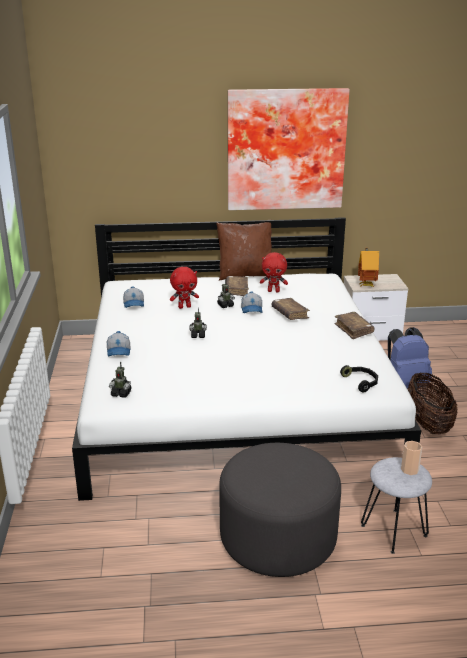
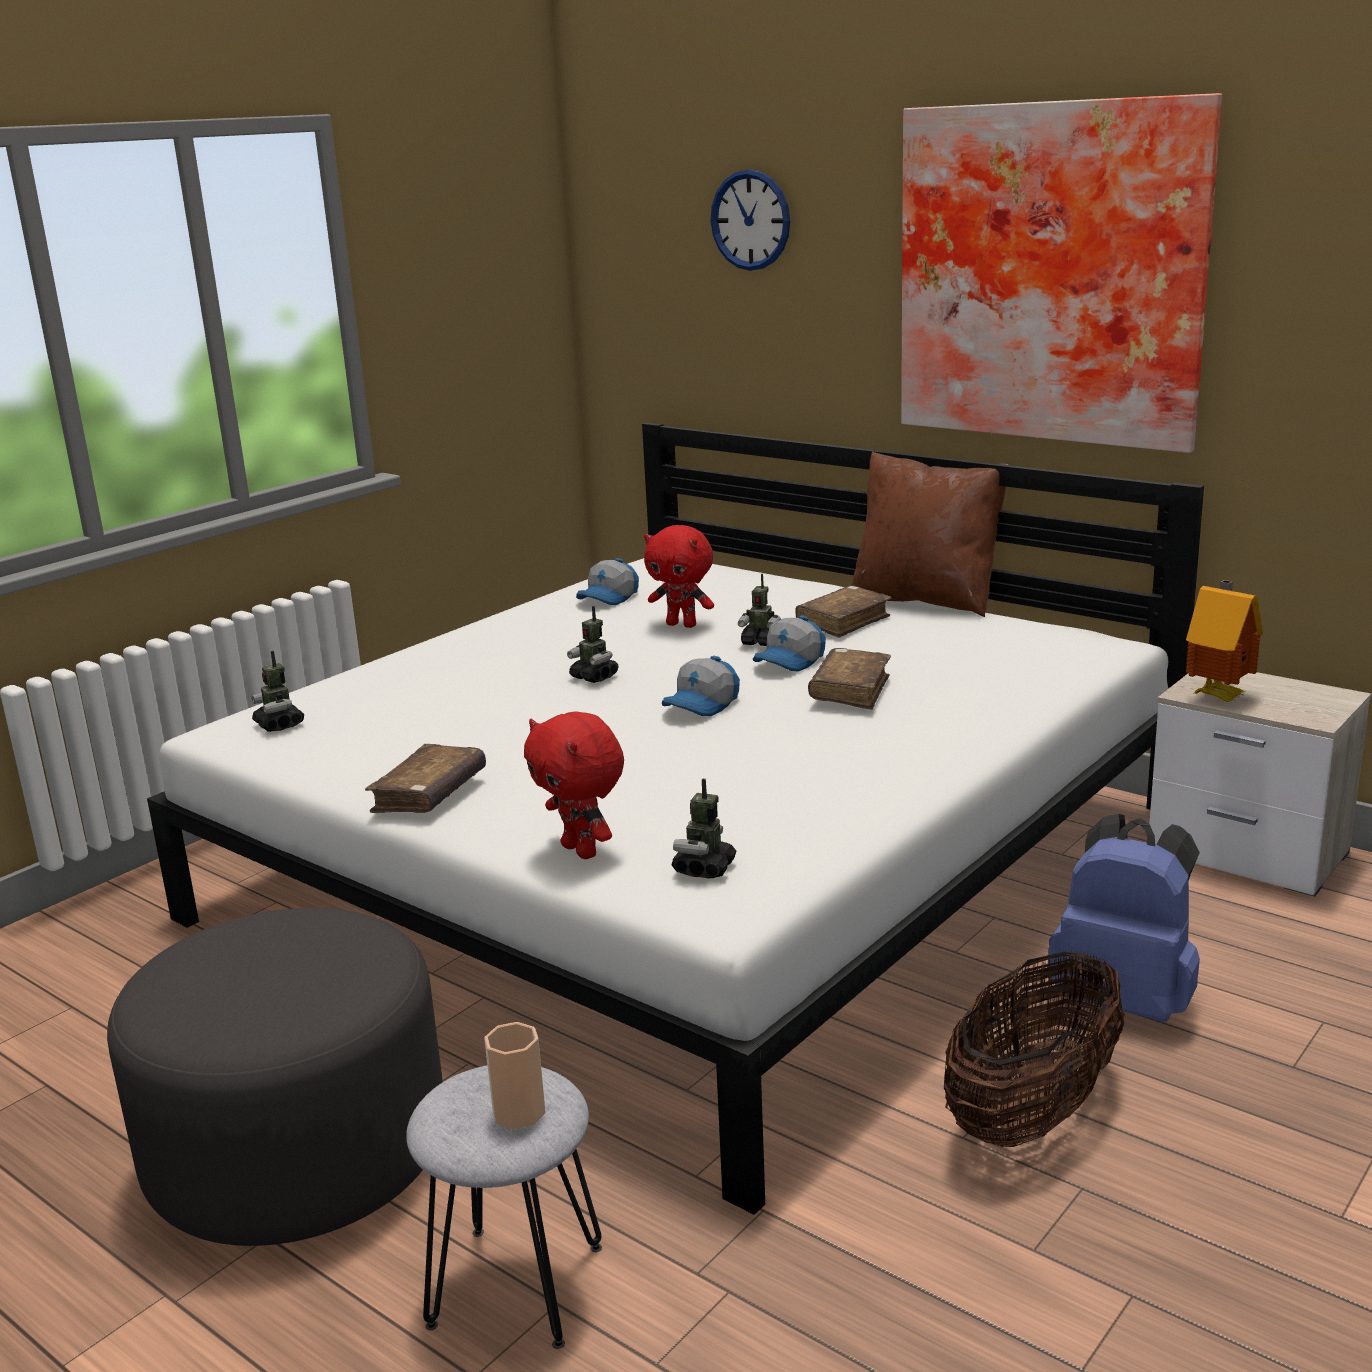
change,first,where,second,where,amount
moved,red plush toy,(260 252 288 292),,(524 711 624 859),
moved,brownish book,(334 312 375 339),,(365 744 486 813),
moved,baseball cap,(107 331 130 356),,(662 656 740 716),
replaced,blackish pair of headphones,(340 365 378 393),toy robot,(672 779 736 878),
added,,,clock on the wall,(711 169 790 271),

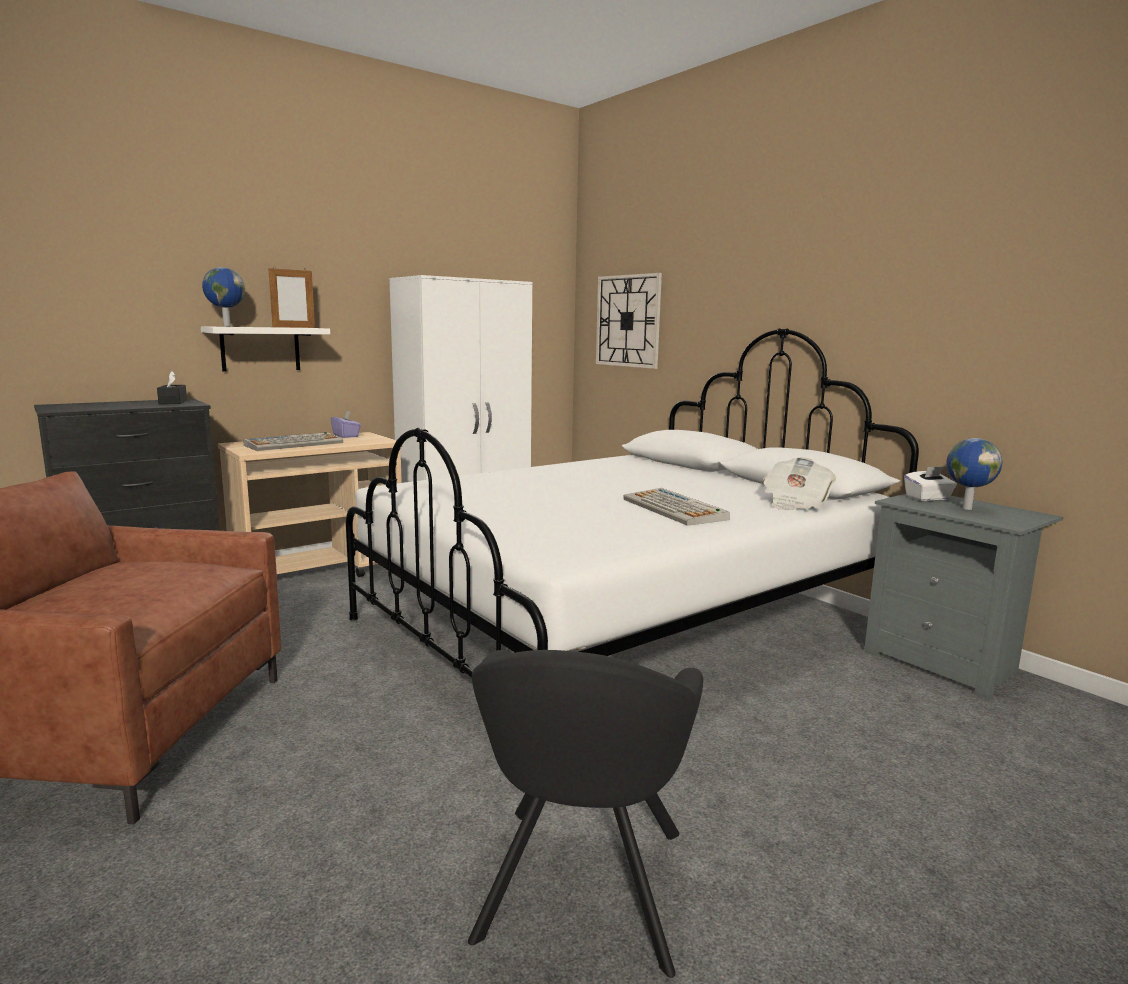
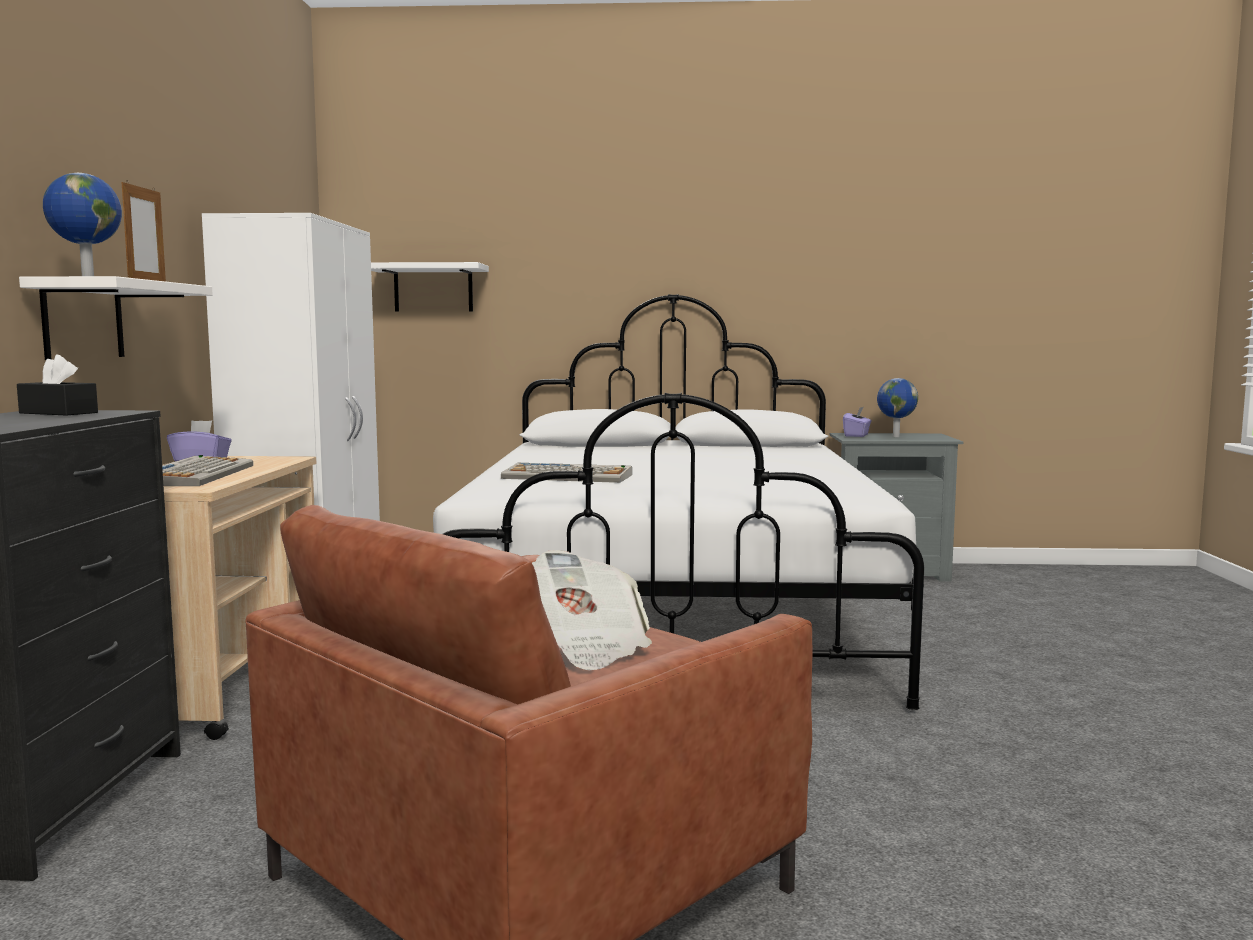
change,first,where,second,where,amount
replaced,clock on the wall,(596 273 662 369),white-coloured wall shelf,(371 262 489 312),
moved,newspaper,(763 457 836 510),,(532 550 652 671),
recoloured,white-coloured tissue holder,(904 467 957 501),purple tissue holder,(843 407 871 437),
moved,PC keyboard,(623 488 730 526),,(501 463 632 483),
removed,blackish easy chair,(468 650 703 978),,,

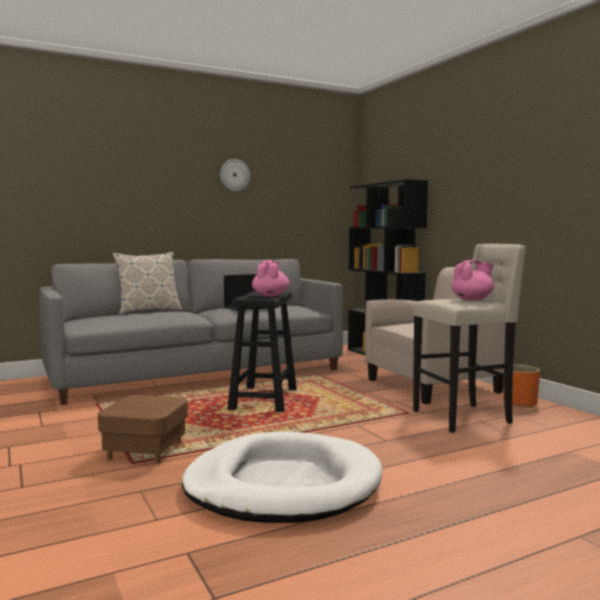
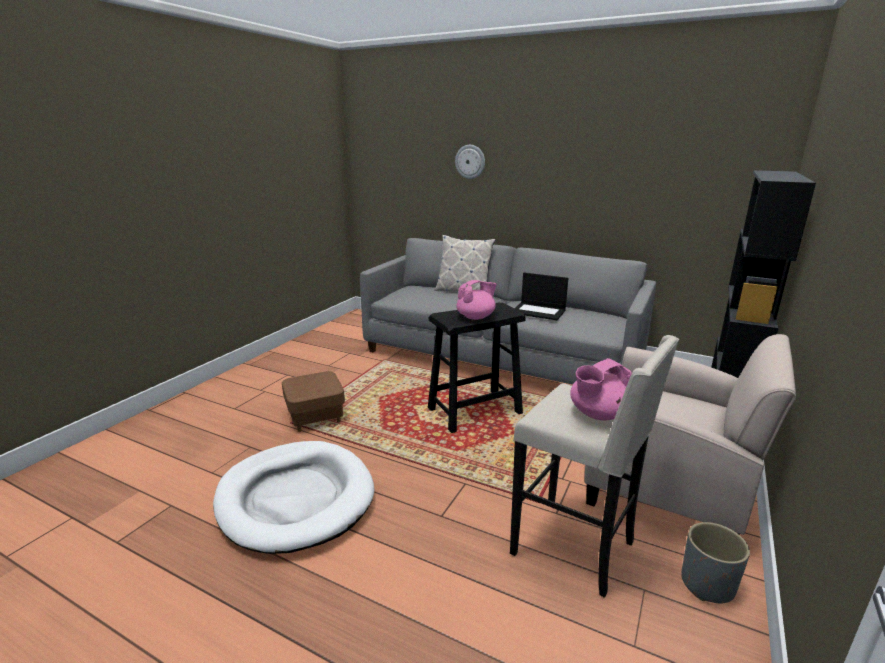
change,first,where,second,where,amount
moved,clock on the wall,(220 159 250 191),,(455 145 485 179),
turned,pink teapot,(451 260 494 300),,(570 358 632 420),120 degrees clockwise
recoloured,orangey plant pot,(503 365 540 408),gray plant pot,(681 522 750 603),

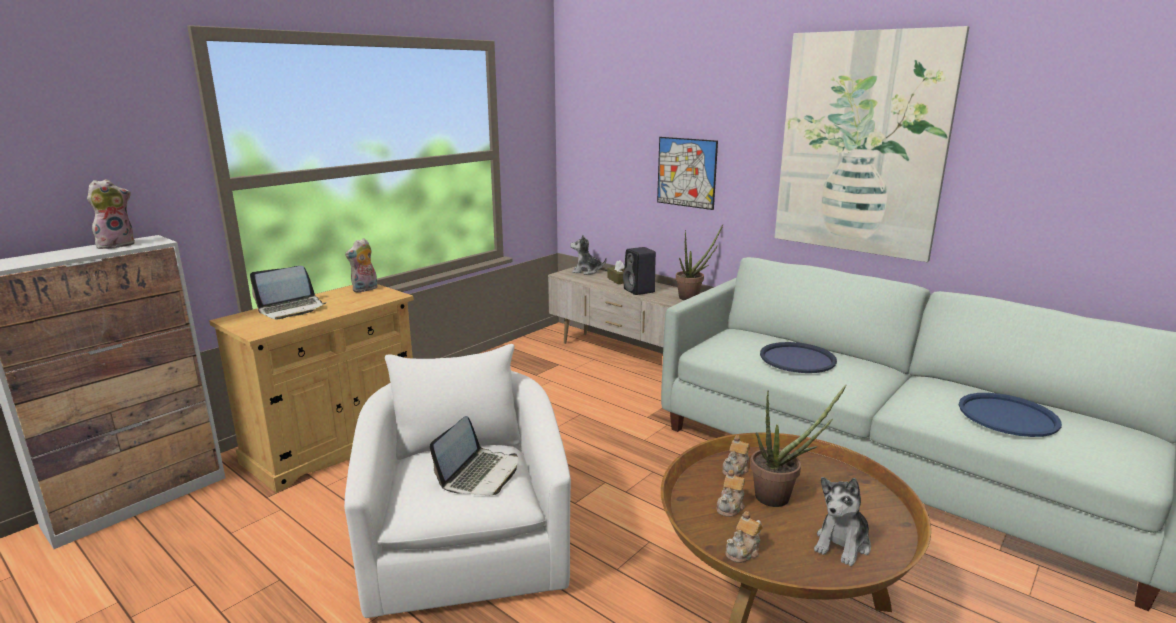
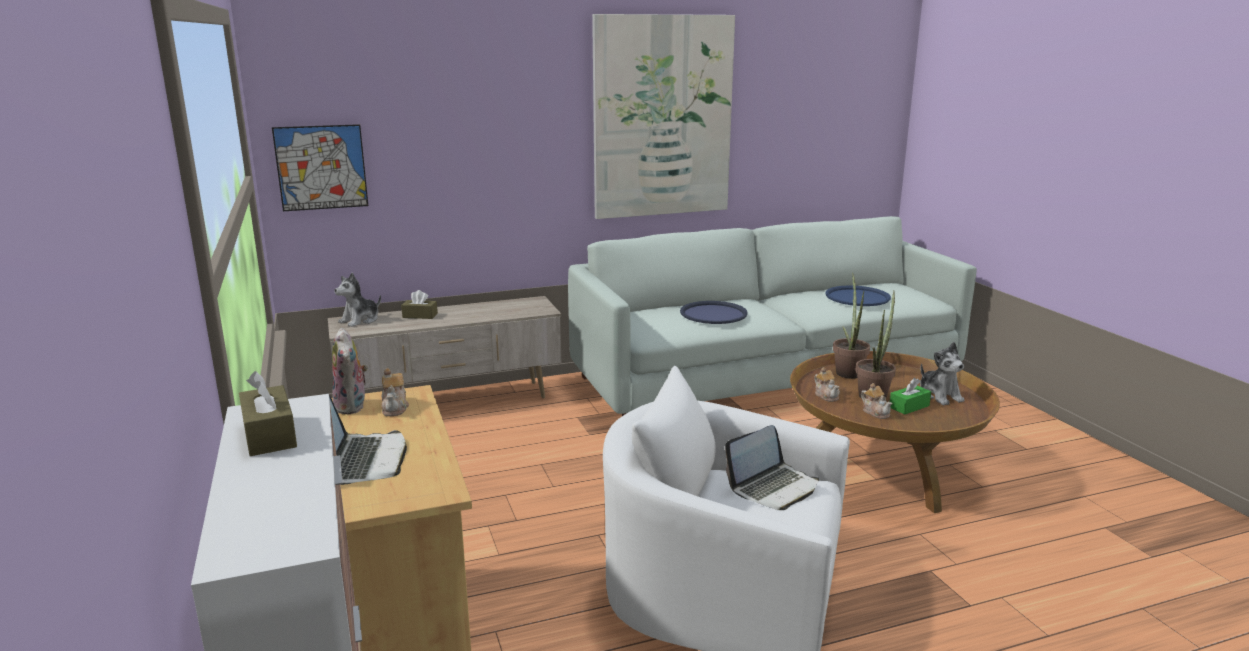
change,first,where,second,where,amount
moved,wall art,(657 137 718 210),,(272 124 368 211),
replaced,plush toy,(87 179 135 249),brownish tissue holder,(239 371 297 456),
moved,plant in a pot,(676 224 723 300),,(833 273 870 379),
removed,blackish audio speaker,(623 247 656 295),,,
turned,laptop,(430 416 518 495),,(725 425 819 510),90 degrees clockwise
moved,teapot,(725 511 763 563),,(381 368 409 416),
added,,,green-coloured tissue holder,(890 378 931 415),

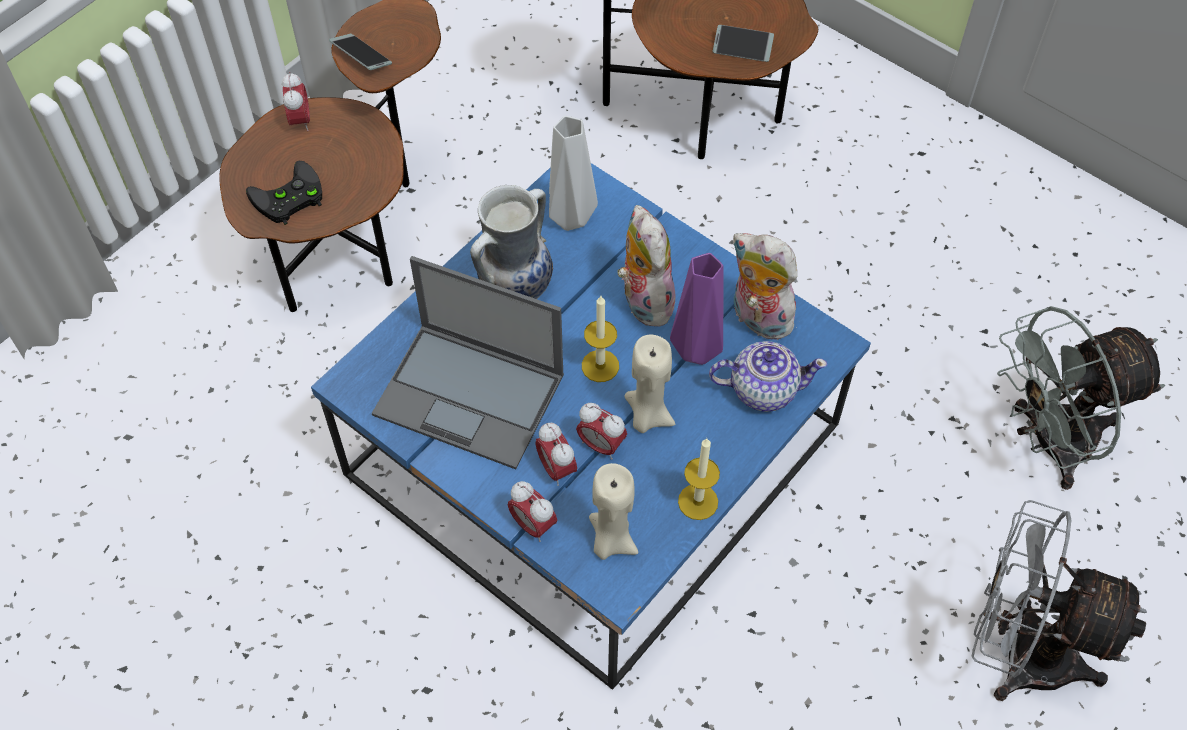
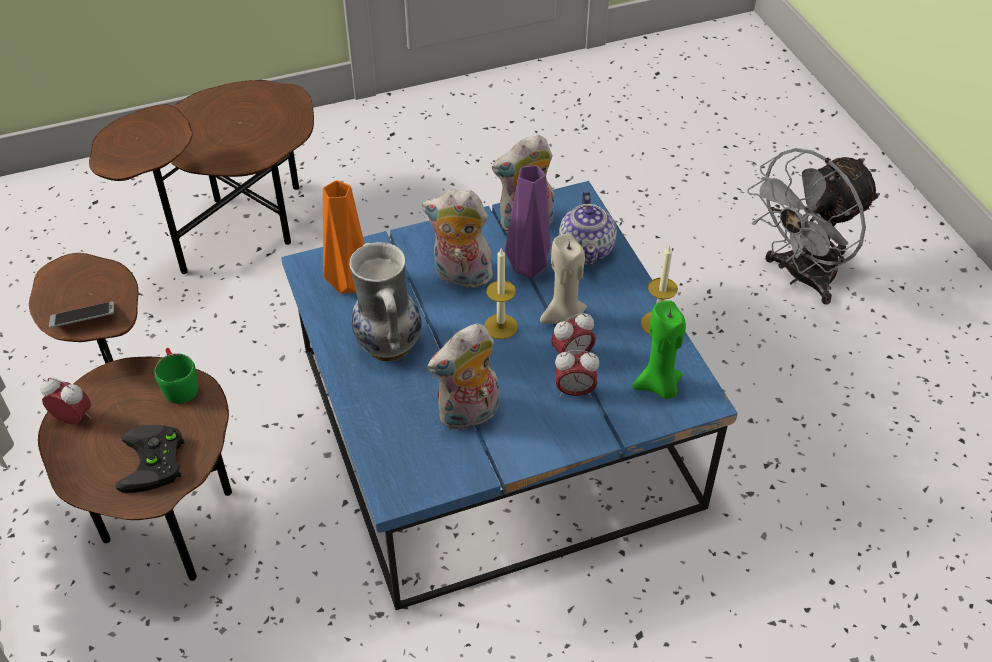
change,first,where,second,where,amount
removed,phone,(713 25 774 62),,,
recoloured,gray decorative vase,(549 116 598 231),orangey decorative vase,(323 180 364 294),
replaced,laptop,(372 256 564 469),plush toy,(427 324 499 432),
removed,gray cooling fan,(997 306 1165 490),,,
turned,teapot,(709 341 828 412),,(559 191 617 266),150 degrees clockwise
recoloured,sand-coloured candle,(589 463 638 560),green-coloured candle,(633 300 686 399),
removed,table clock,(508 481 557 542),,,
added,,,green-coloured coffee mug,(154 348 198 404),

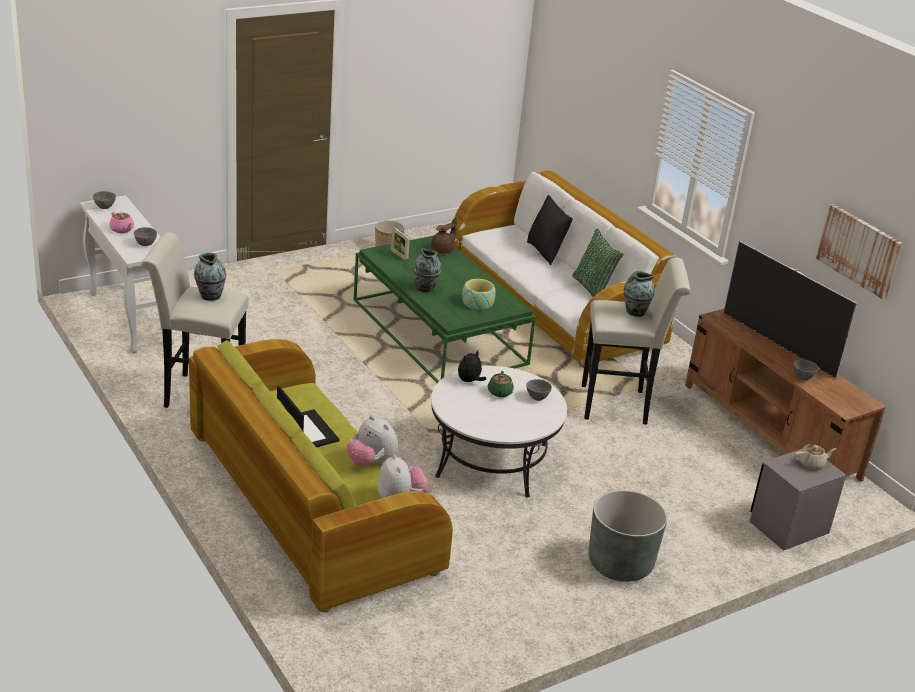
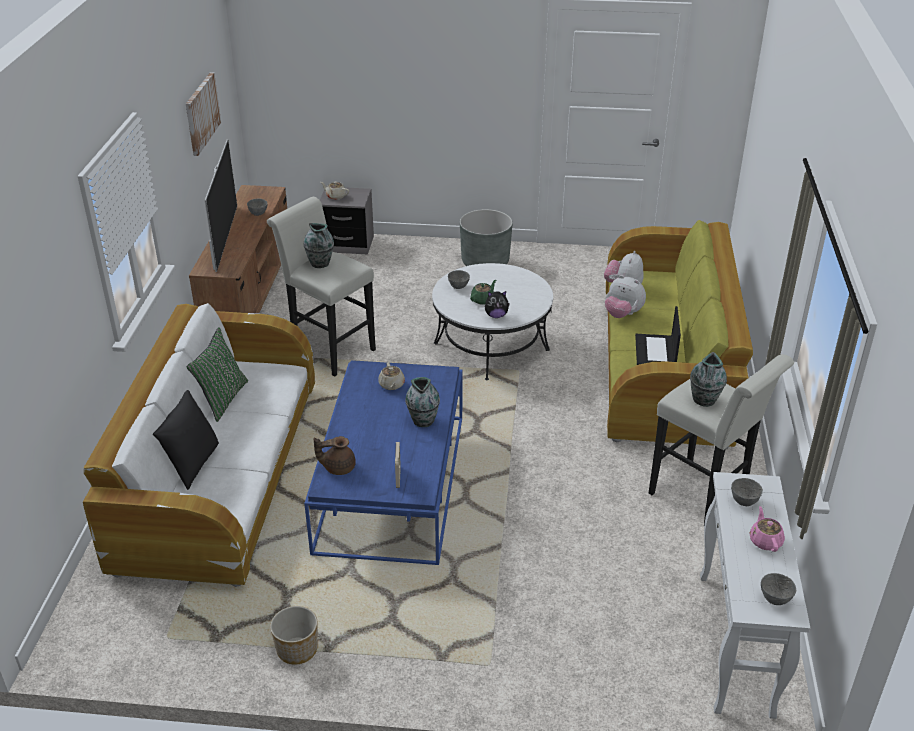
change,first,where,second,where,amount
recoloured,green-coloured coffee table,(354 235 536 383),bluish coffee table,(304 360 463 565),
replaced,bowl,(462 279 496 310),sand-coloured teapot,(378 363 405 390),
turned,plush toy,(347 416 398 467),,(605 275 646 318),135 degrees clockwise

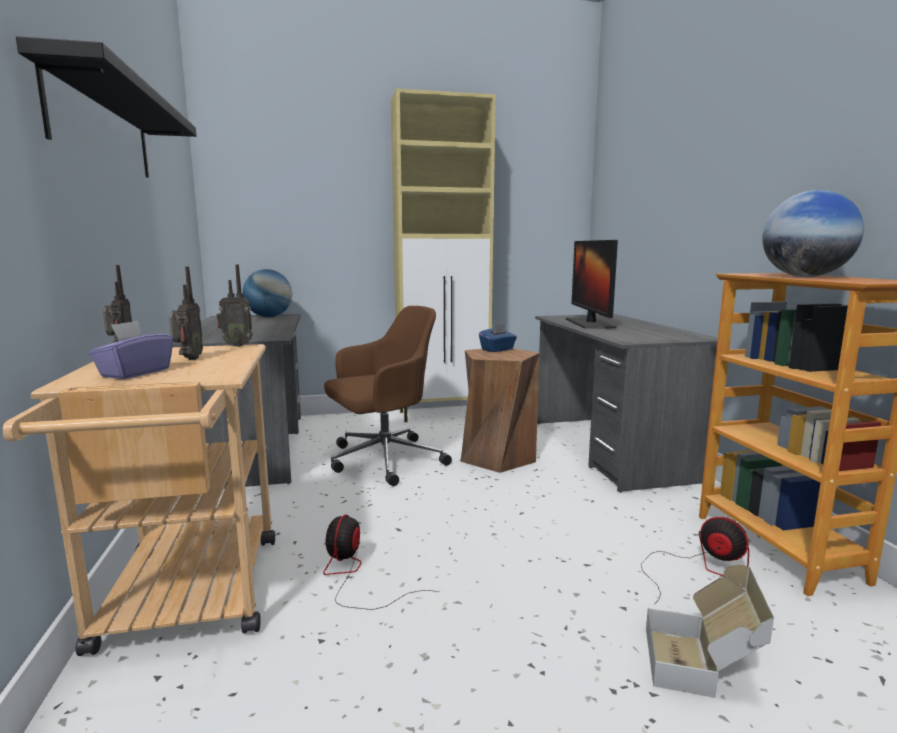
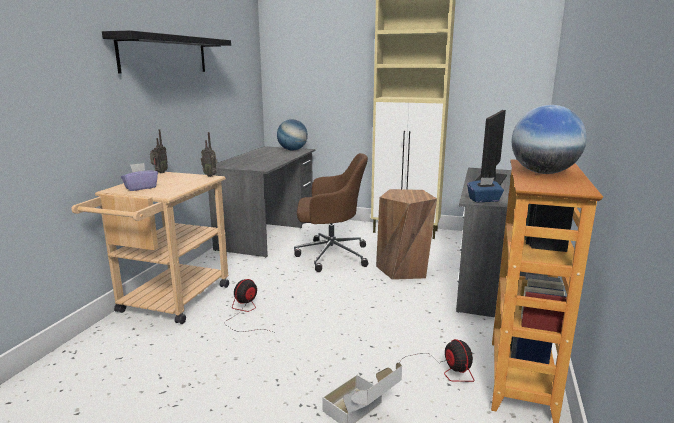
change,first,where,second,where,amount
removed,radio set,(169 267 203 360),,,
moved,bluish tissue holder,(479 324 517 352),,(467 177 504 202),

